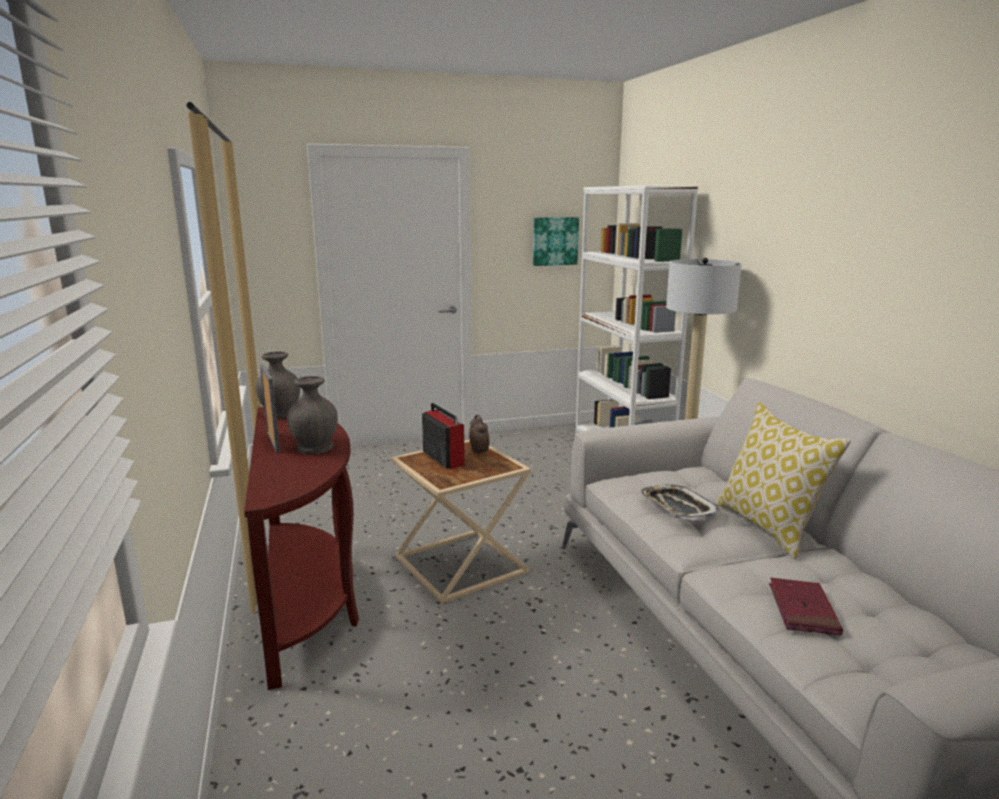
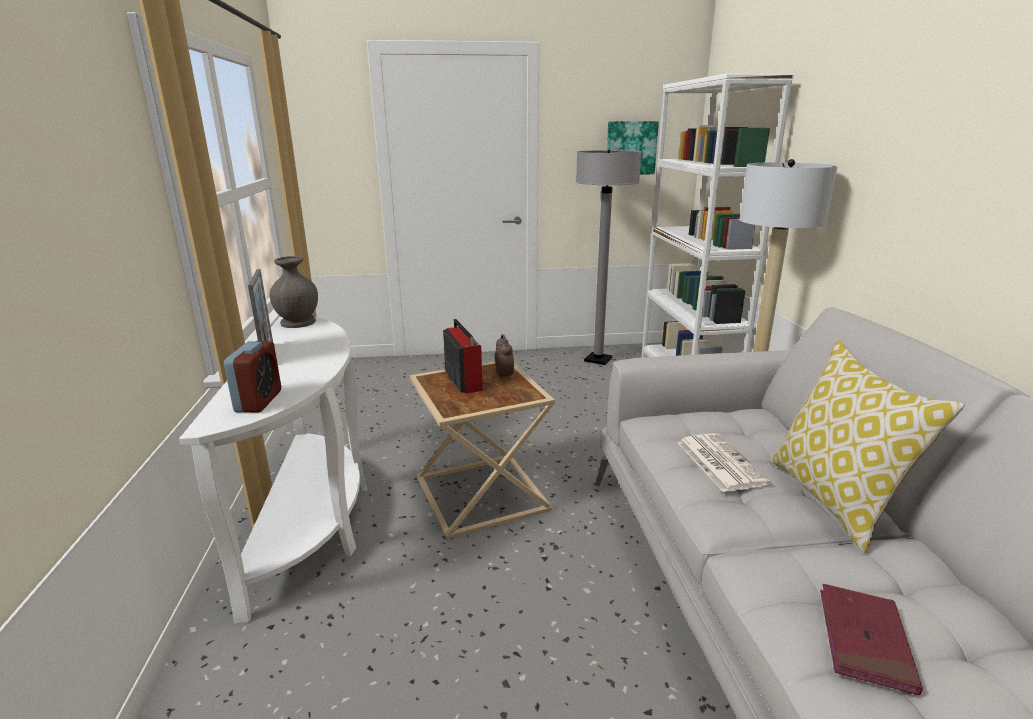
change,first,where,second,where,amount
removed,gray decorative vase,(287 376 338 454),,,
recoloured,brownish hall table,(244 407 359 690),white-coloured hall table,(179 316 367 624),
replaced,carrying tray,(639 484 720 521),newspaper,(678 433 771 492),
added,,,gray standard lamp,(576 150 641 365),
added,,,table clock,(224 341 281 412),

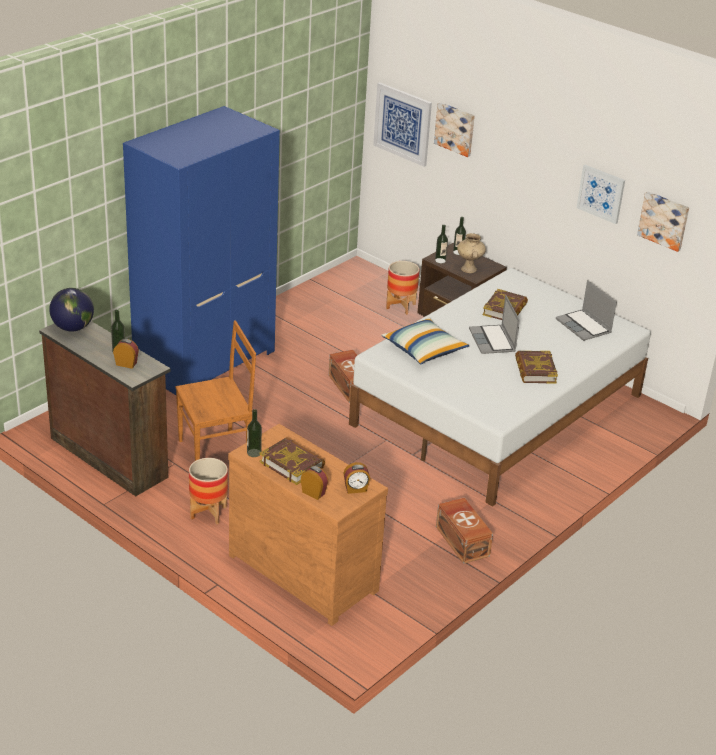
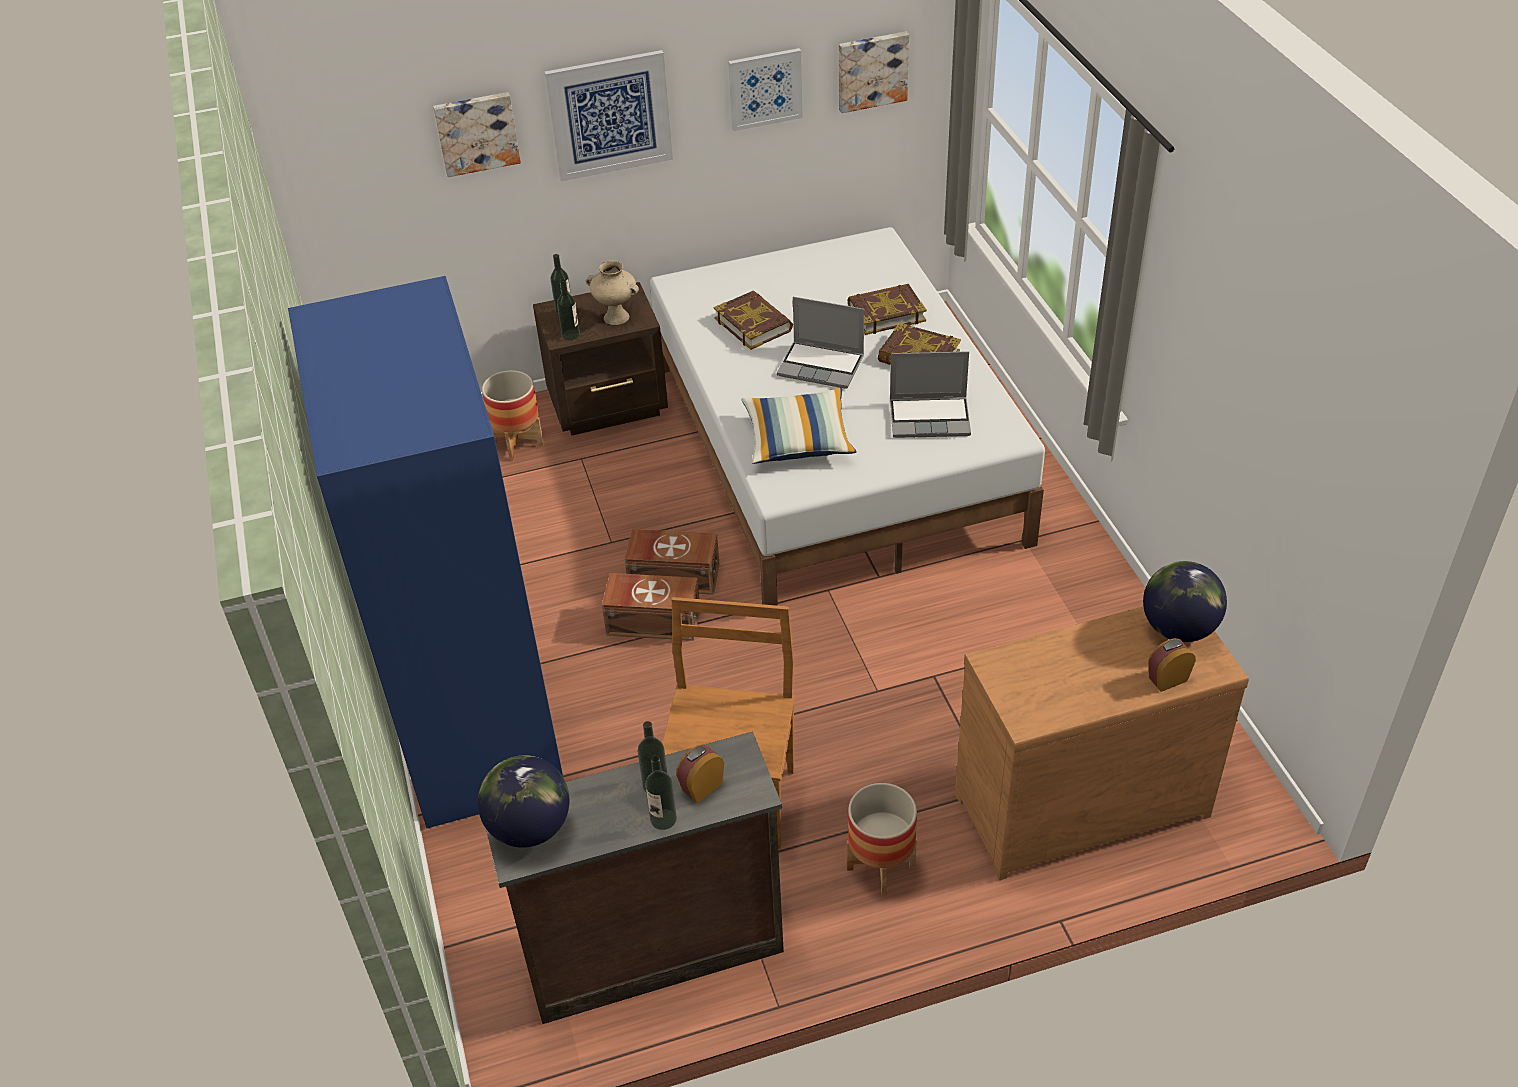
change,first,where,second,where,amount
moved,wall art,(373 82 432 167),,(544 50 673 181),
moved,laptop,(556 280 617 341),,(890 351 971 438),
moved,bottle,(247 409 262 457),,(645 755 677 830),
moved,book,(259 437 325 485),,(848 284 927 335),
replaced,table clock,(343 462 370 494),desk globe,(1143 561 1227 642),
moved,brownish storage box,(436 497 493 564),,(602 573 699 641),

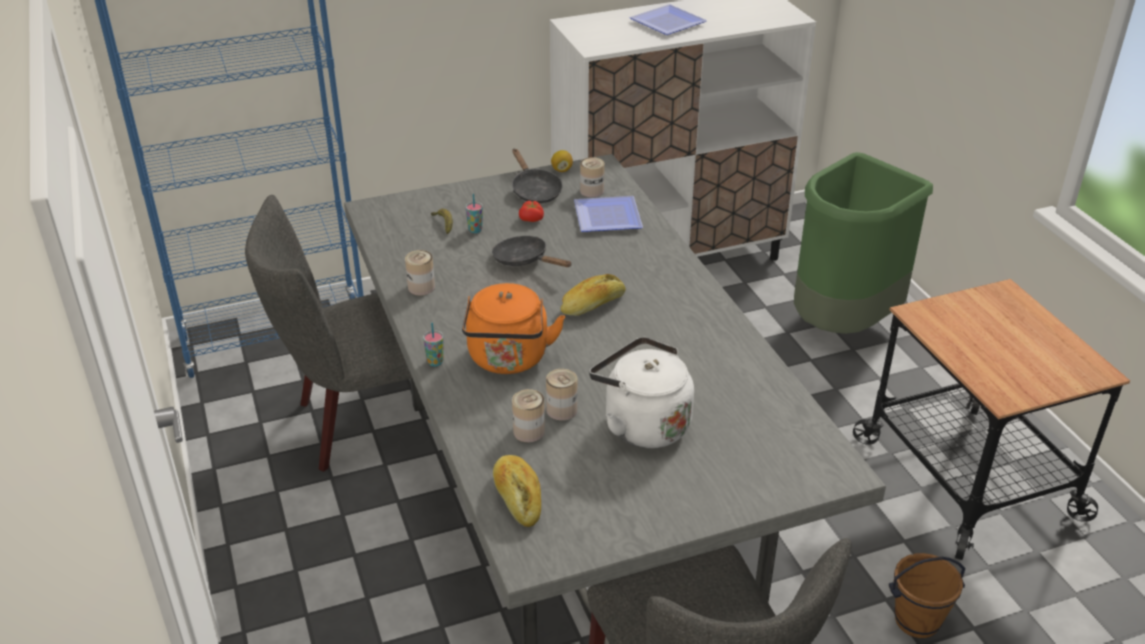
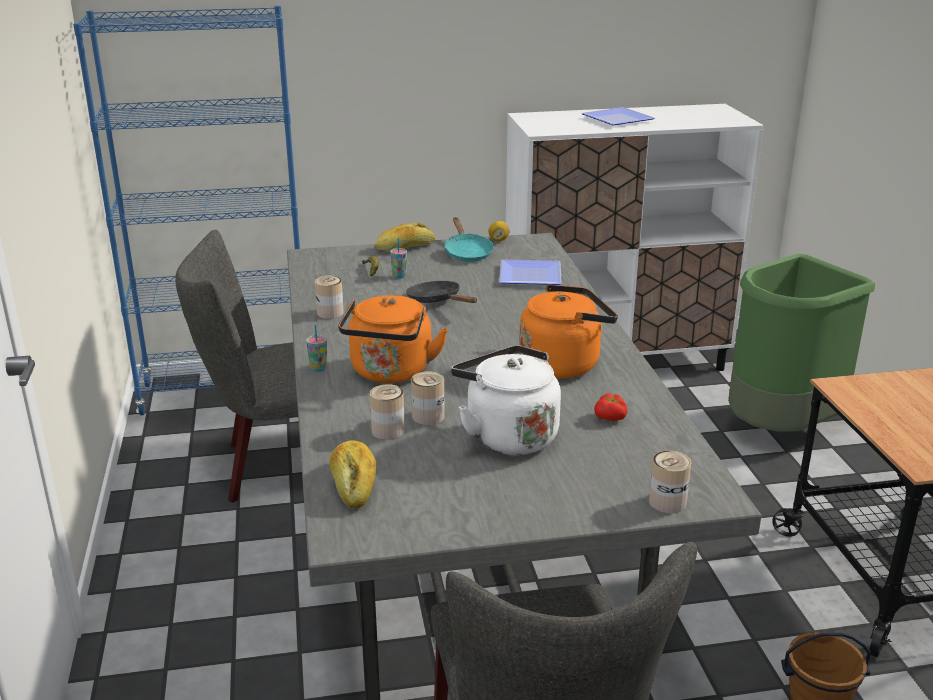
change,first,where,second,where,amount
recoloured,blackish skillet,(512 149 563 203),turquoise skillet,(444 217 493 262),
moved,metal can,(580 157 605 198),,(649 451 691 513),
moved,fresh tomato,(519 201 544 222),,(594 393 627 421),
moved,baked bread,(561 274 626 316),,(375 223 435 252),
added,,,orangey tea kettle,(519 284 618 378),

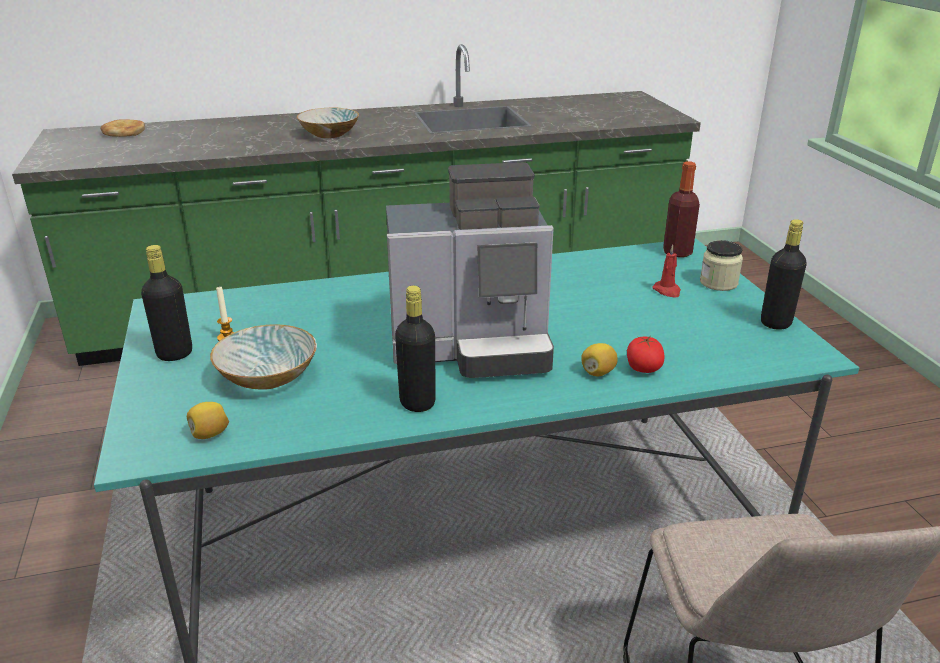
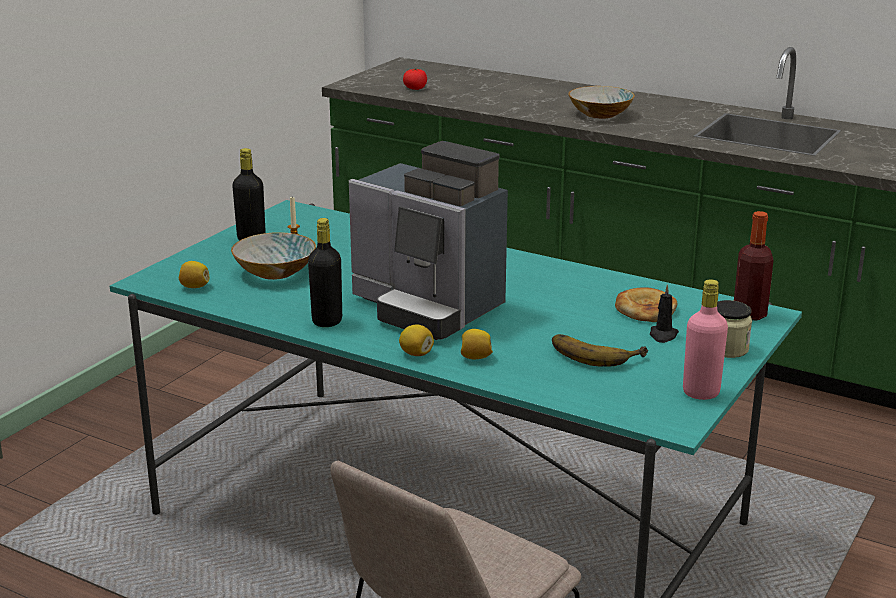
change,first,where,second,where,amount
moved,baked bread,(100 119 145 137),,(615 287 677 322),
recoloured,blackish bottle,(761 219 807 330),pink bottle,(683 279 728 400),
recoloured,red candle,(653 244 681 298),blackish candle,(650 284 679 343),
moved,fresh tomato,(627 337 665 373),,(403 68 427 90),
added,,,whole lemon,(399 325 434 356),
added,,,banana fruit,(552 334 648 367),

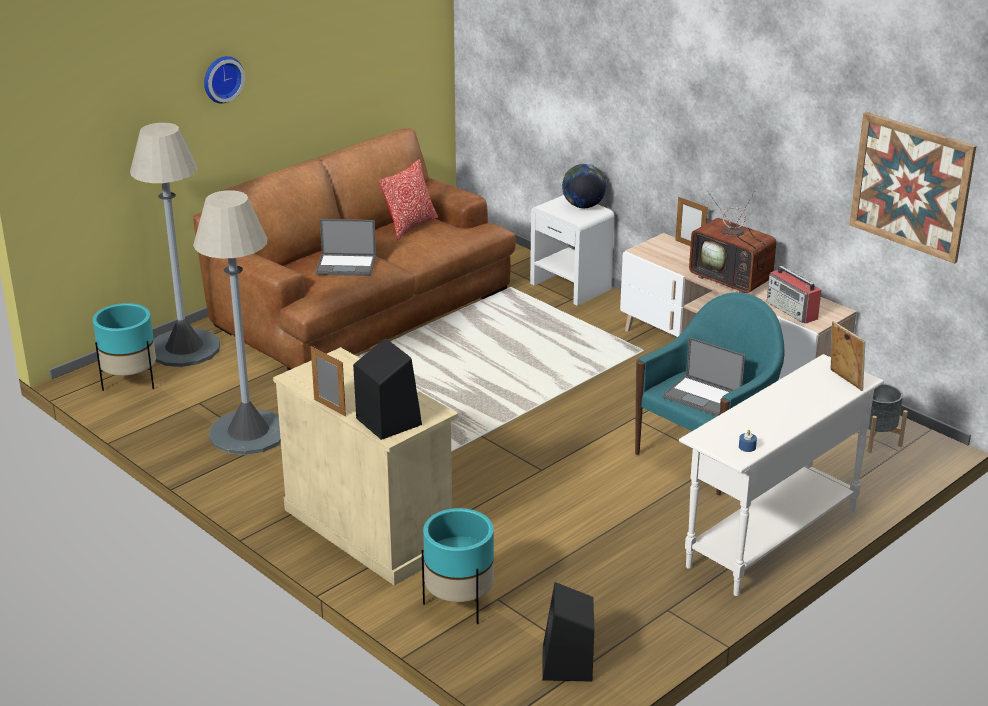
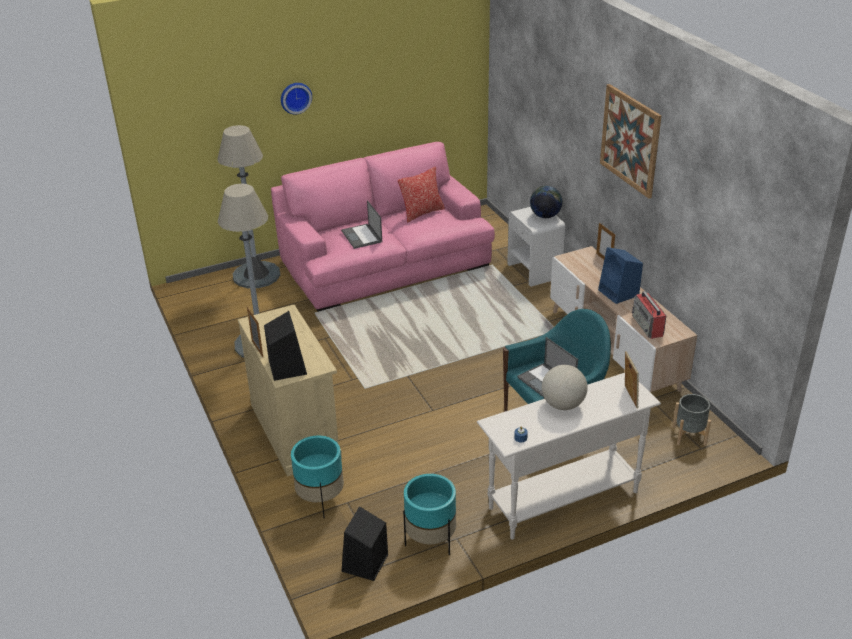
change,first,where,second,where,amount
moved,wall art,(849 112 976 264),,(600 84 662 199),
recoloured,brownish sofa,(193 128 516 370),pink sofa,(271 142 495 312),
replaced,TV set,(689 190 776 293),bluish audio speaker,(598 247 643 304),
turned,laptop,(316 219 376 276),,(341 200 382 249),45 degrees clockwise
moved,turquoise plant pot,(93 303 156 391),,(403 474 456 555),
added,,,desk globe,(542 365 588 410),

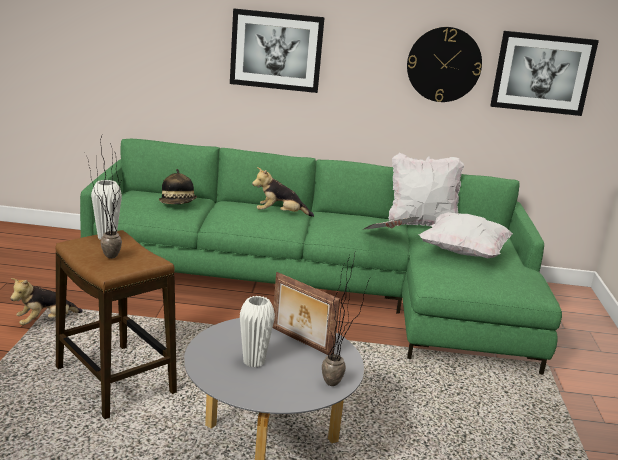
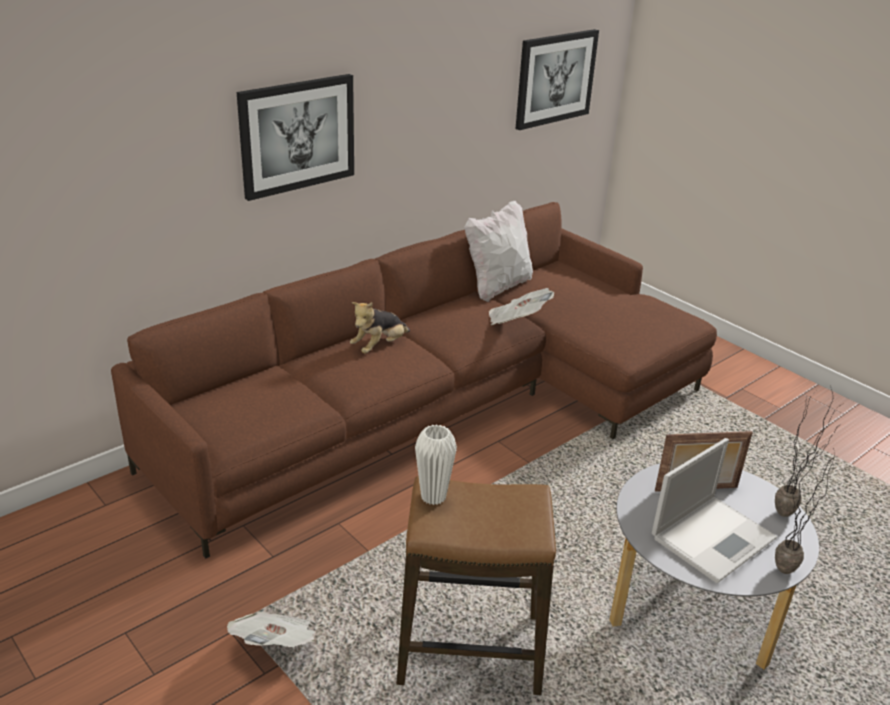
change,first,where,second,where,amount
removed,clock on the wall,(407 27 482 102),,,
moved,plant in a pot,(87 136 122 259),,(775 445 838 574),
recoloured,green-coloured sofa,(80 139 562 374),brownish sofa,(111 202 717 558),
removed,clothing hat,(159 169 197 204),,,
removed,white-coloured cushion,(419 212 513 258),,,
replaced,plush toy,(10 278 83 325),newspaper,(227 611 316 647),
replaced,white-coloured decorative vase,(240 296 275 368),laptop,(652 438 777 583),

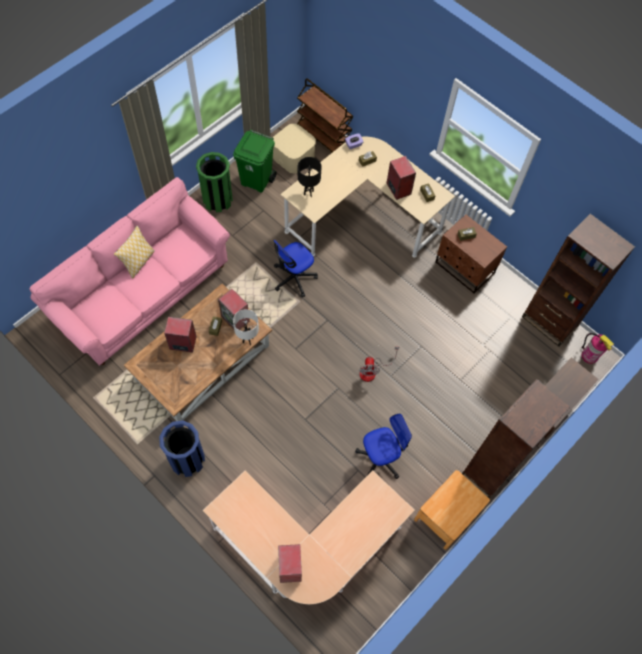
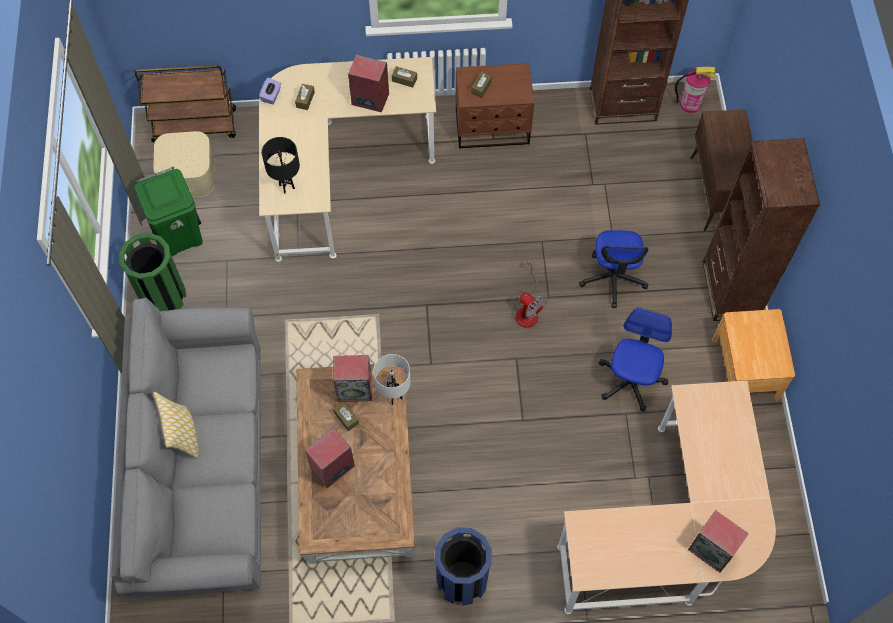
change,first,where,second,where,amount
recoloured,pink sofa,(29 177 230 366),gray sofa,(111 297 261 597),
moved,computer chair,(274 240 318 297),,(579 230 648 308),

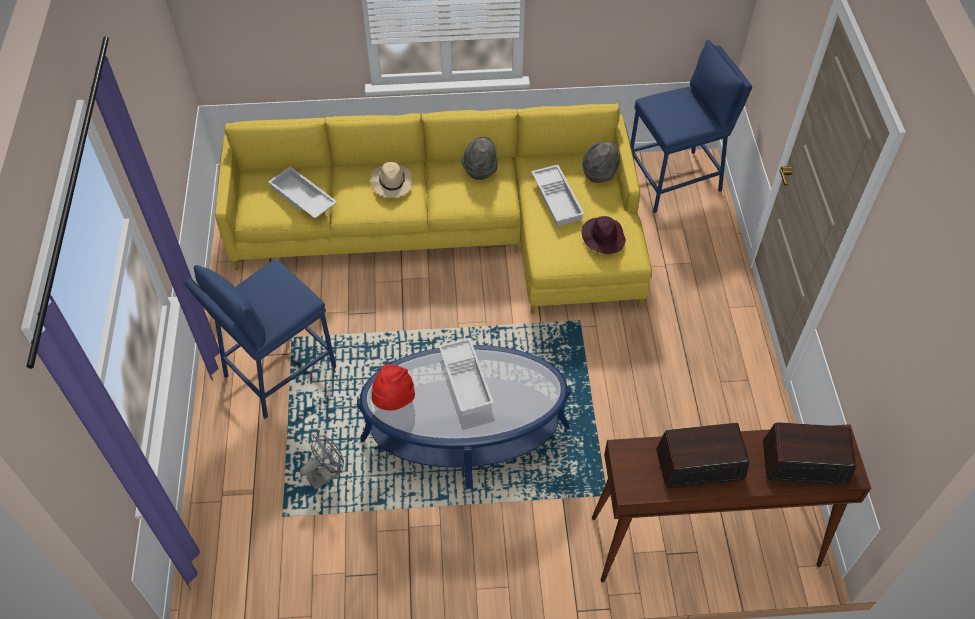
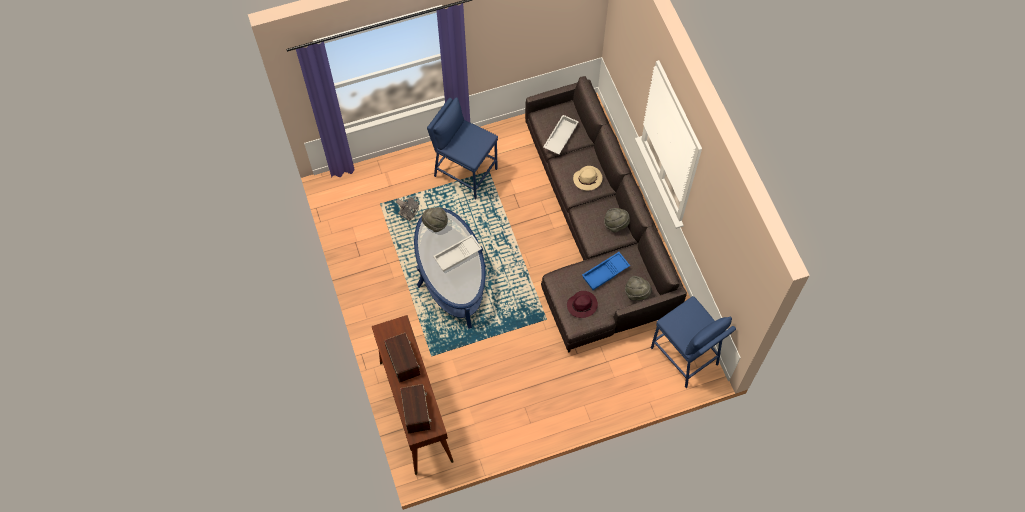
change,first,where,second,where,amount
recoloured,yellow sofa,(215 103 652 314),gray sofa,(525 76 687 353),
recoloured,white-coloured carrying tray,(531 165 585 226),bluish carrying tray,(582 252 630 290),
recoloured,red clothing hat,(372 364 415 411),gray clothing hat,(422 207 448 232),

